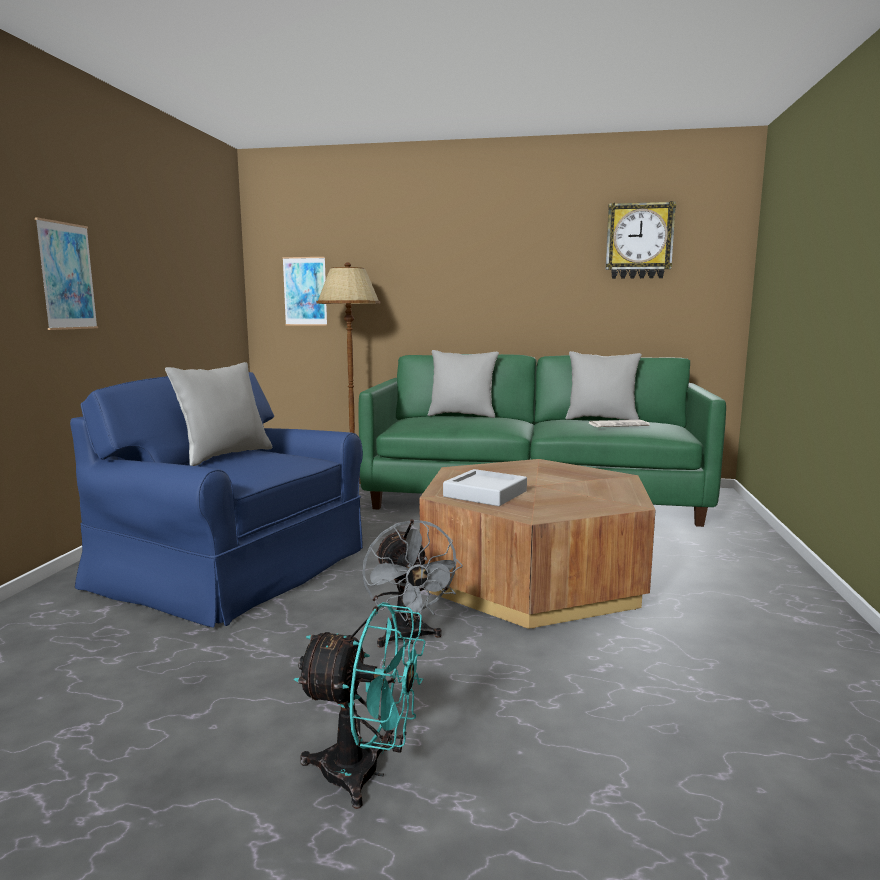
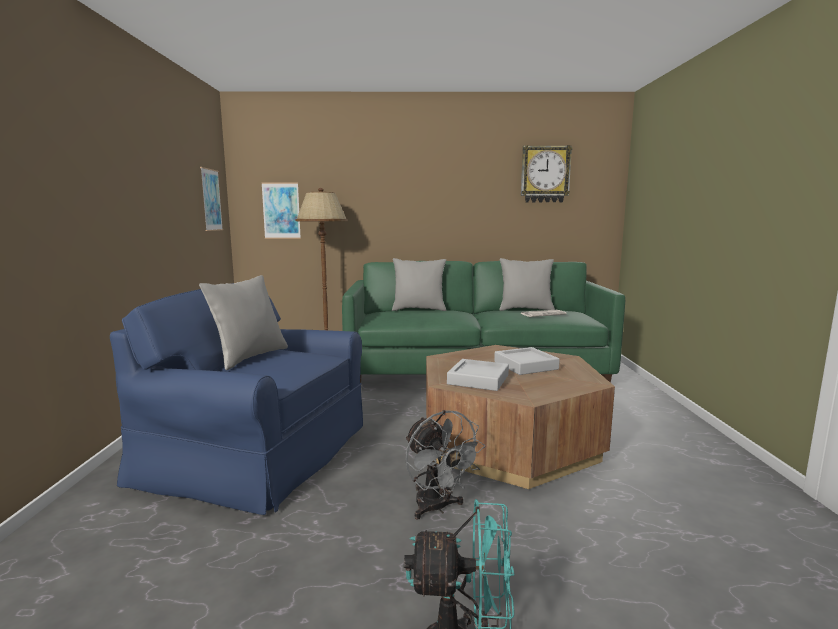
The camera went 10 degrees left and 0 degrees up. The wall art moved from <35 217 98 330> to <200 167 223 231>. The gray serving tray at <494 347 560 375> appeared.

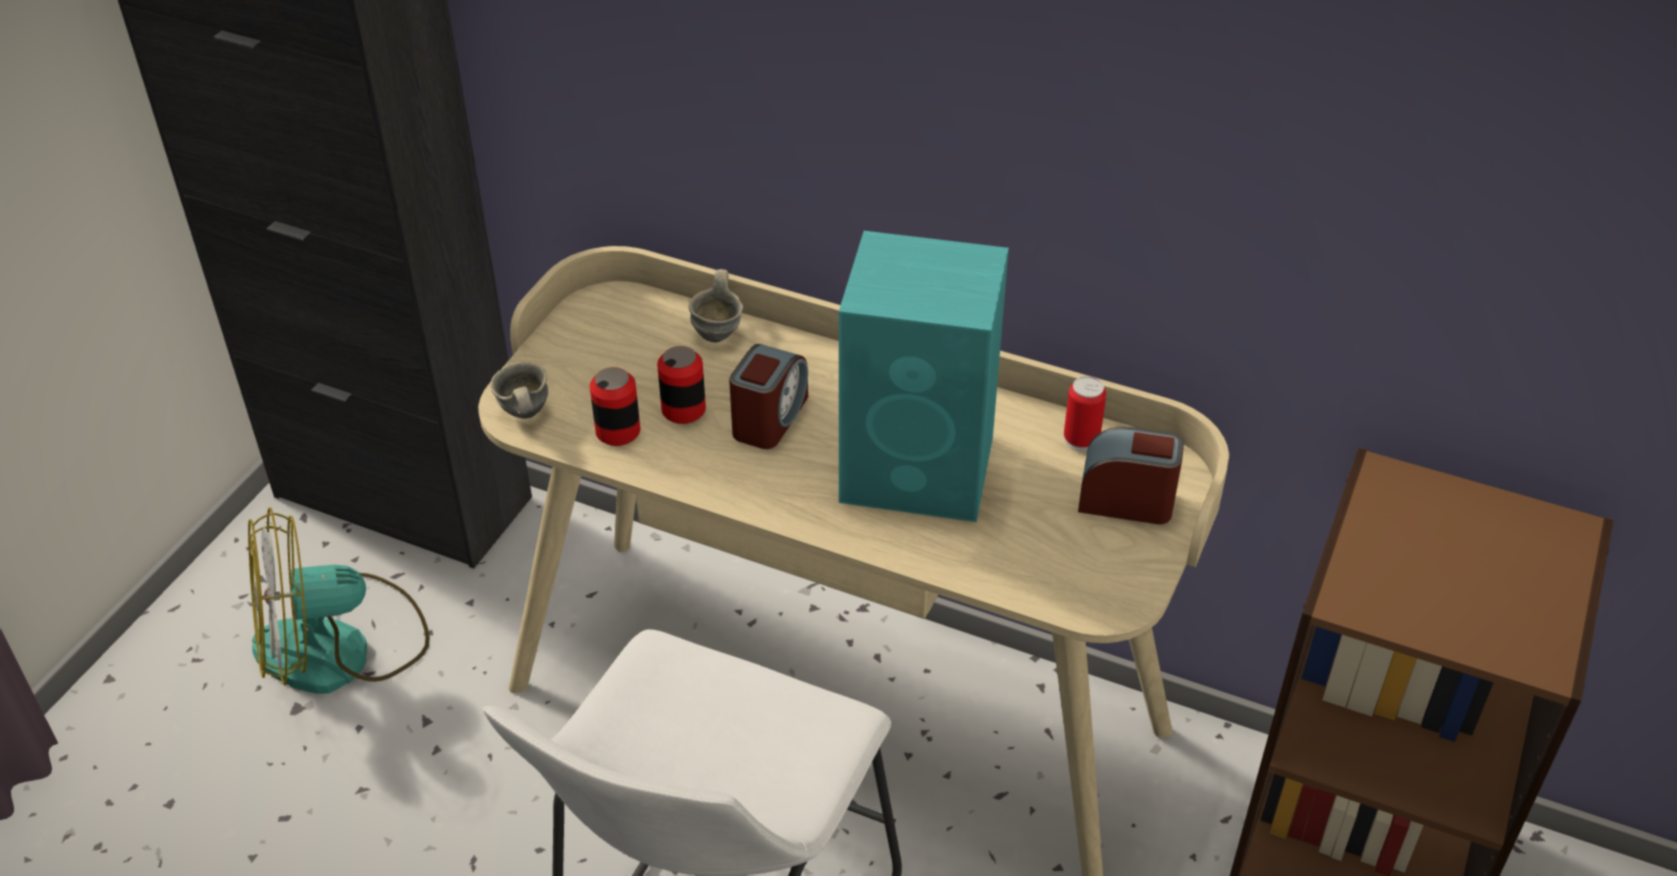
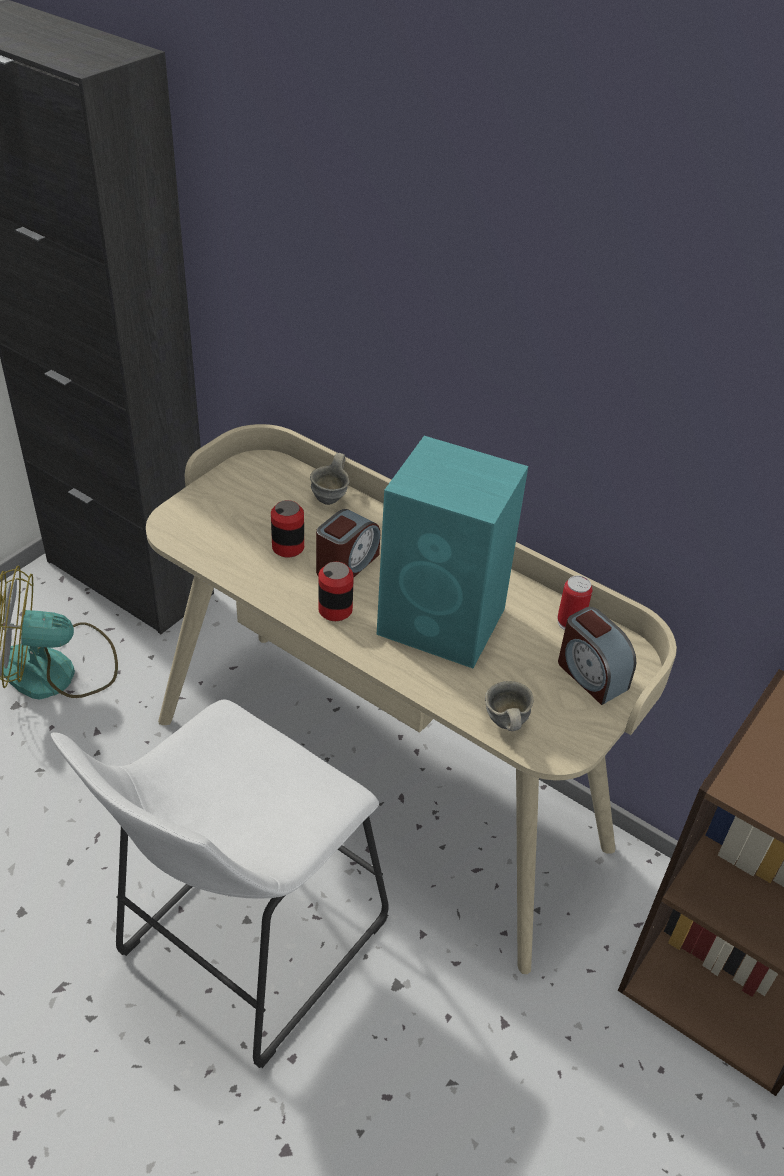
The camera went 10 degrees right and 0 degrees up. The can moved from <590 367 640 446> to <318 562 354 621>. The gray mug moved from <490 362 548 419> to <485 681 533 731>. The alarm clock at <1078 426 1184 524> turned 150 degrees counterclockwise.

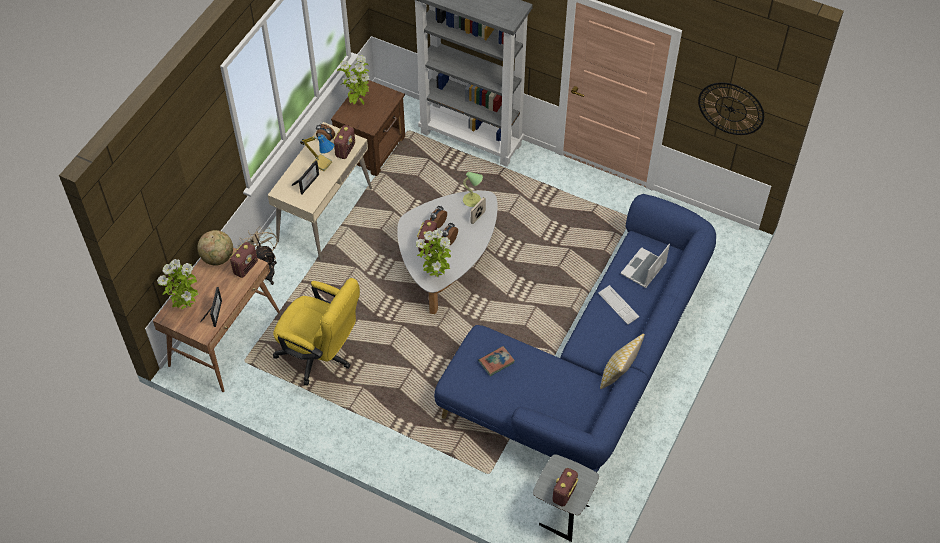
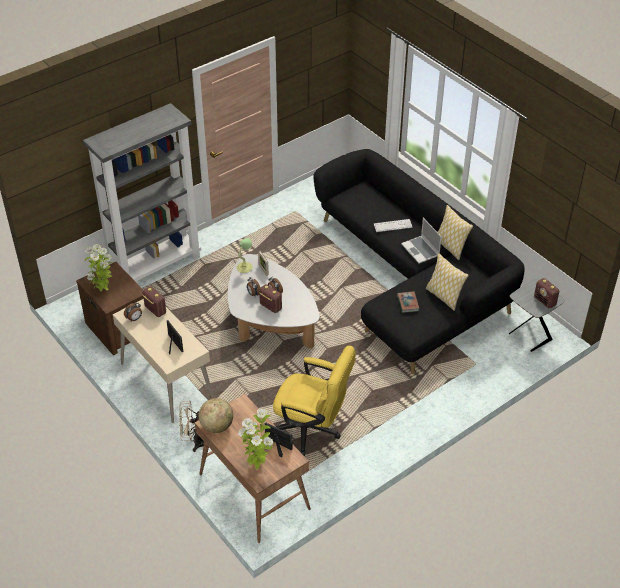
The camera went 65 degrees left and 10 degrees down. The yellow-coloured computer chair at <273 278 360 386> turned 60 degrees clockwise. The bluish couch at <434 194 716 472> became the blackish couch at <314 149 525 374>. The portable computer moved from <621 244 670 288> to <401 218 442 264>. The pillow at <426 253 469 311> appeared. The radio receiver at <230 242 258 278> disappeared. The lamp for a table at <300 135 335 172> disappeared. The houseplant at <416 229 451 277> disappeared. The wall clock at <698 82 764 135> disappeared.

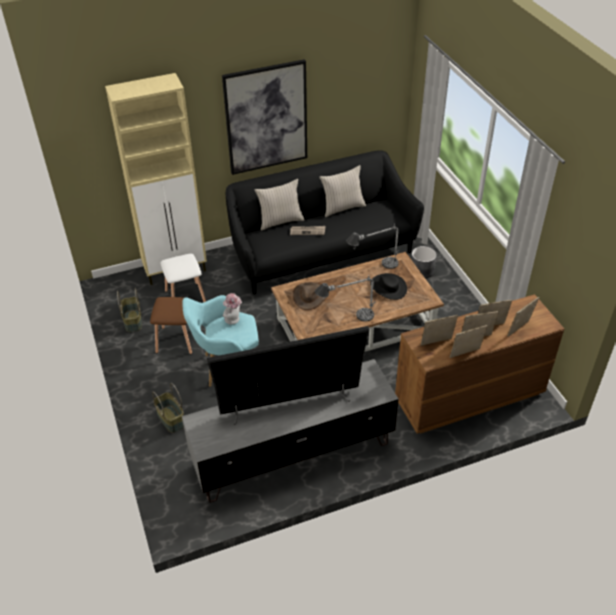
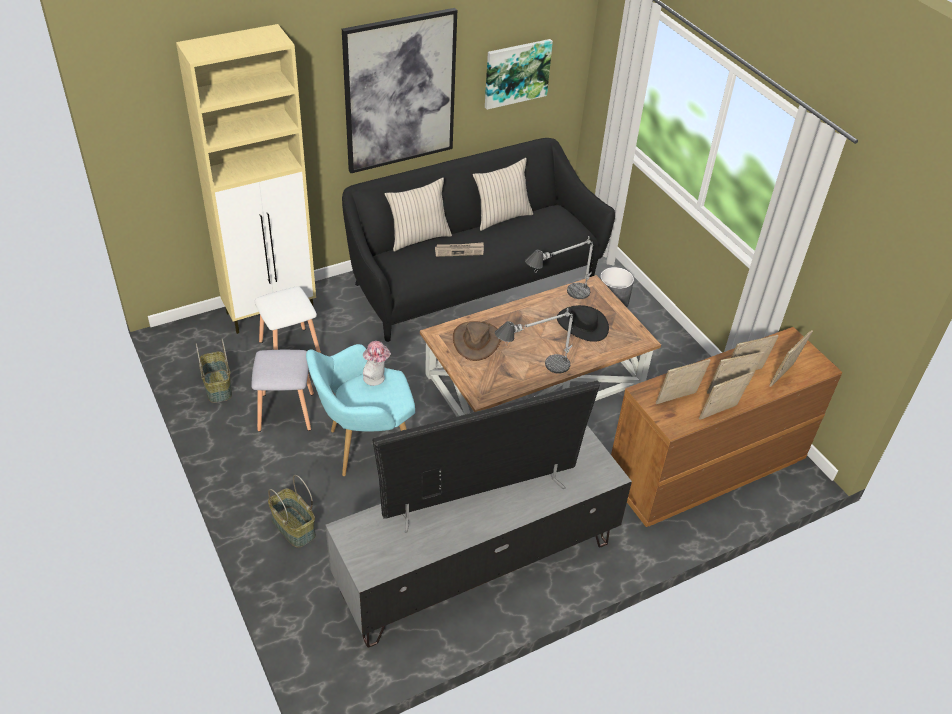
The camera went 10 degrees left and 0 degrees up. The brown sitting stool at <150 297 192 354> became the gray sitting stool at <251 350 314 432>. The wall art at <485 39 553 110> appeared.

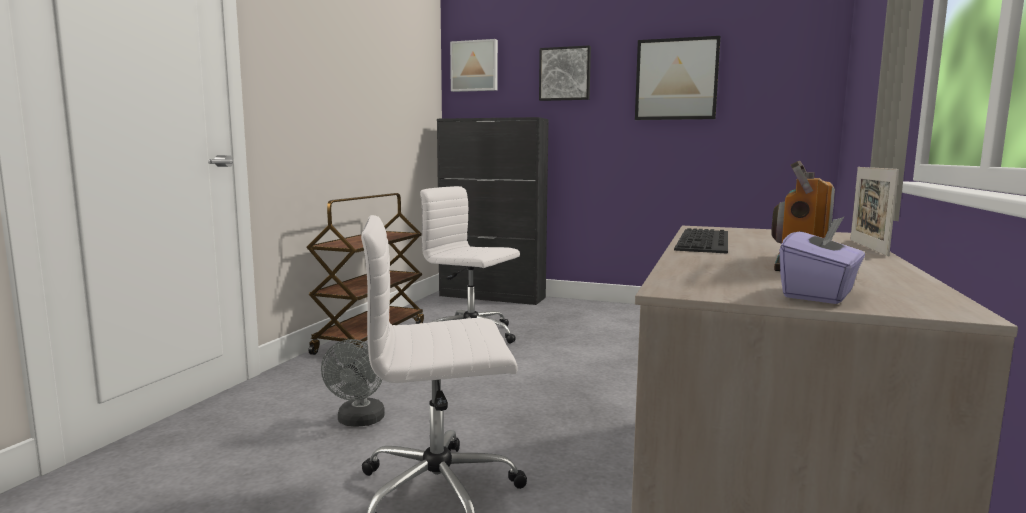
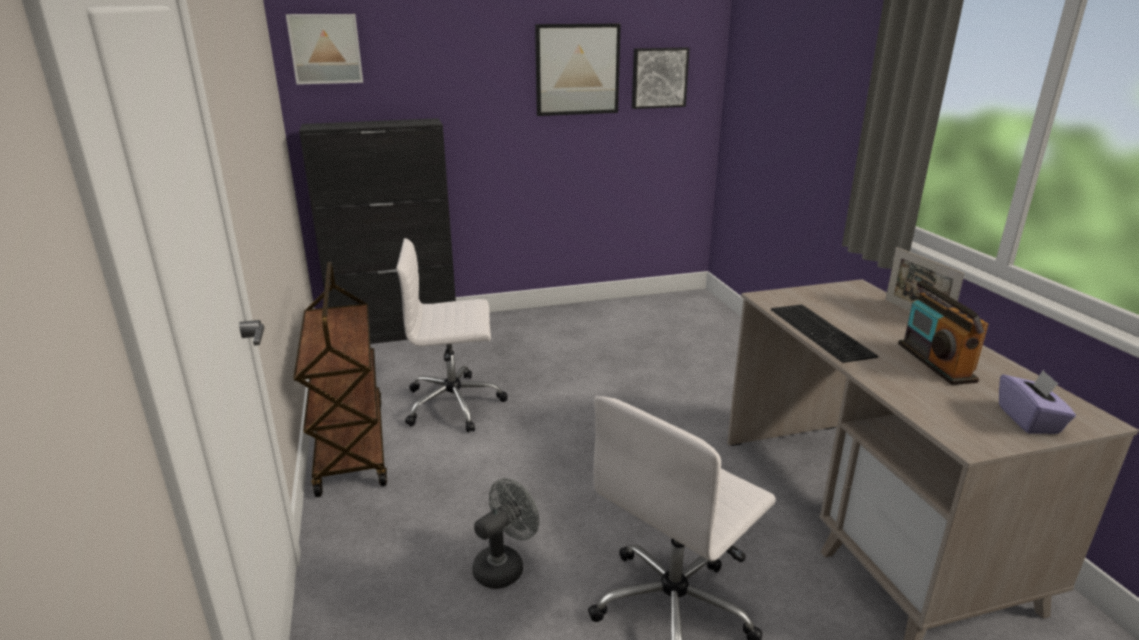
The camera went 35 degrees left and 15 degrees up. The gray electric fan at <321 339 385 426> turned 105 degrees counterclockwise. The wall art moved from <539 45 591 101> to <632 48 690 109>.

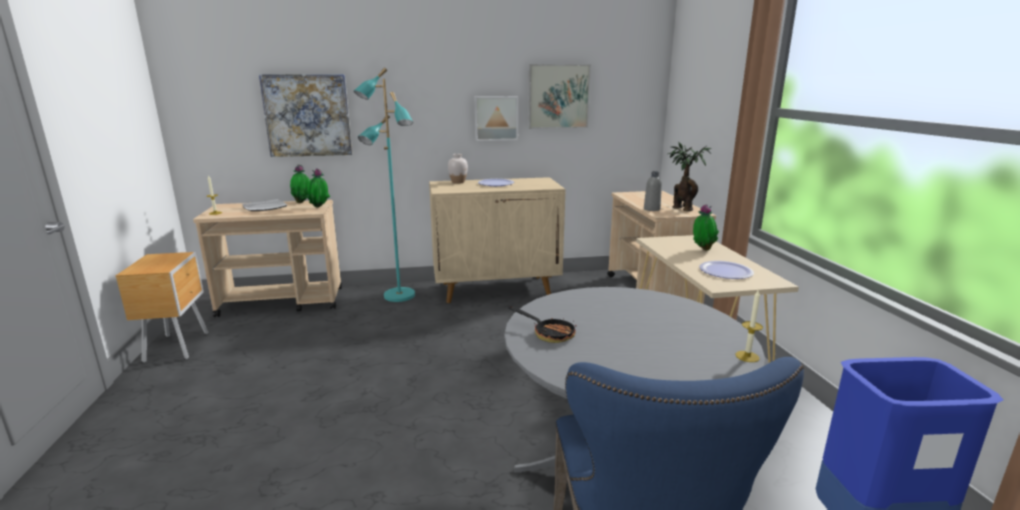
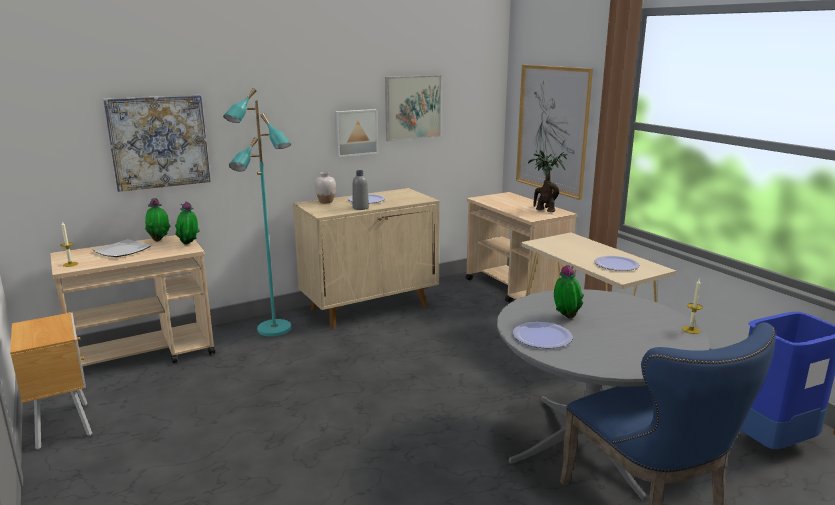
The camera went 20 degrees left and 0 degrees up. The gray drink bottle moved from <644 171 662 211> to <353 170 369 210>. The pan at <508 306 576 343> was replaced by the flat dish at <513 322 573 349>. The wall art at <516 65 593 200> appeared. The houseplant moved from <693 204 719 251> to <554 265 584 318>.

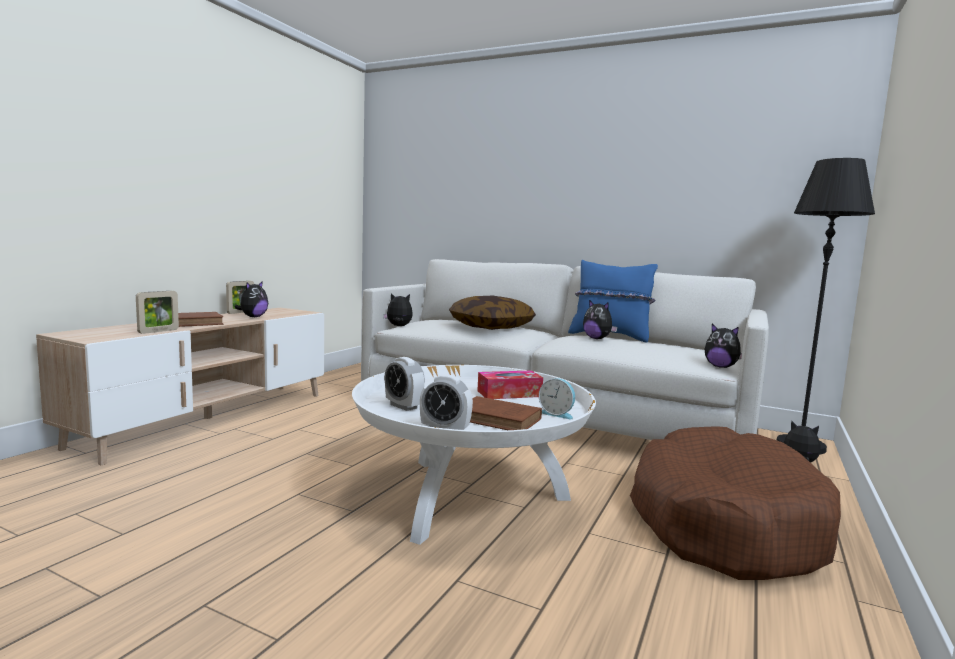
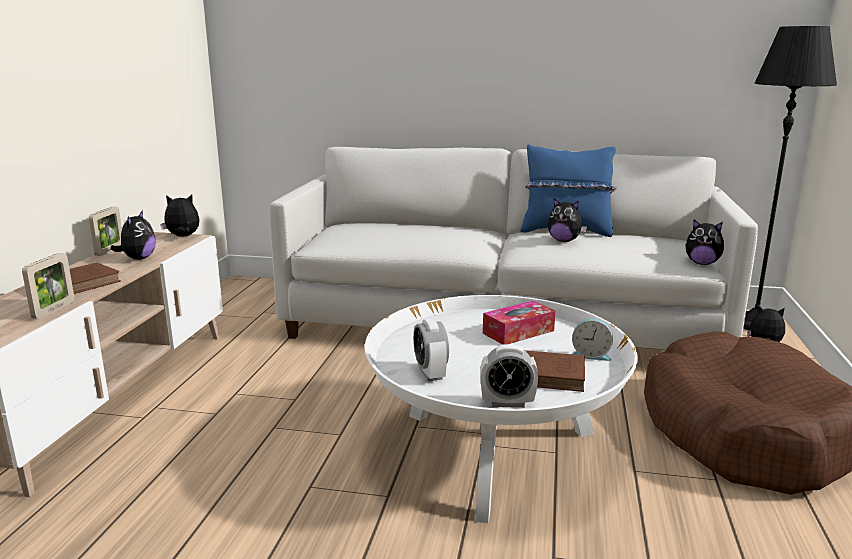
The camera went 15 degrees left and 10 degrees up. The plush toy moved from <383 293 413 326> to <160 194 199 237>. The alarm clock at <384 357 425 411> turned 45 degrees clockwise. The pillow at <449 296 536 330> disappeared.

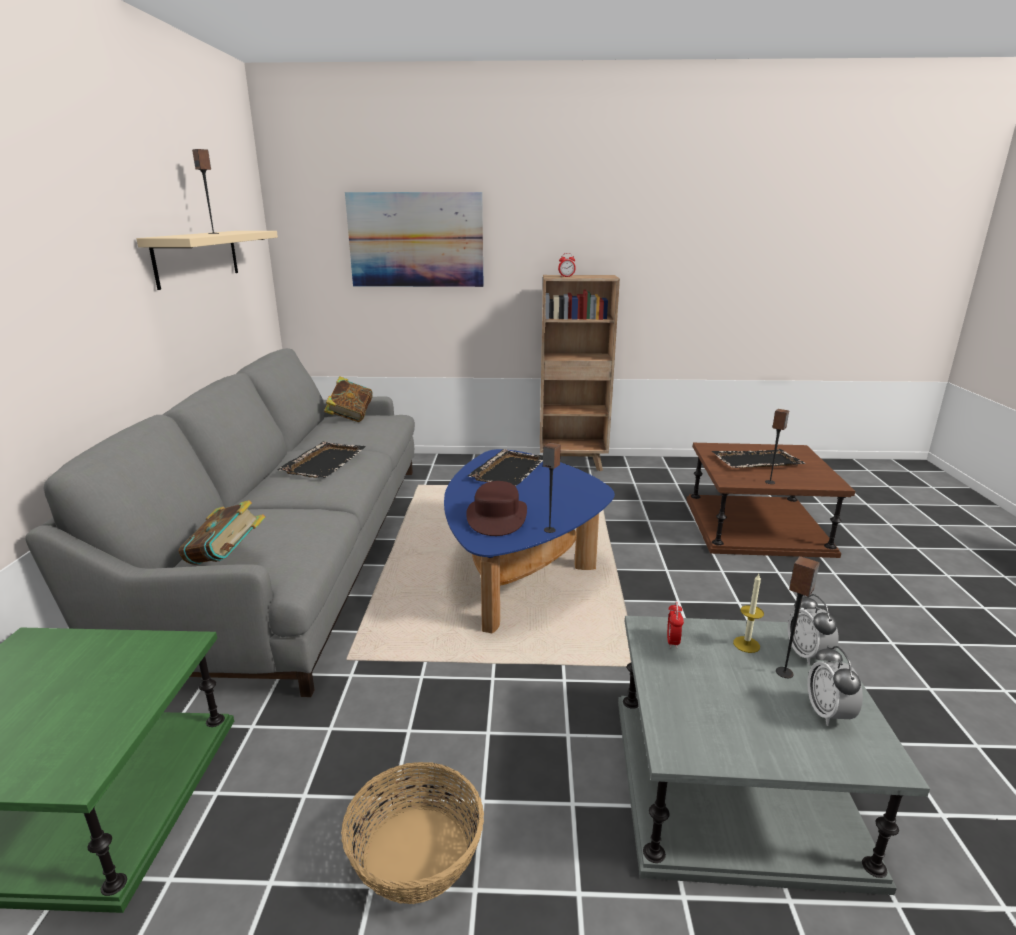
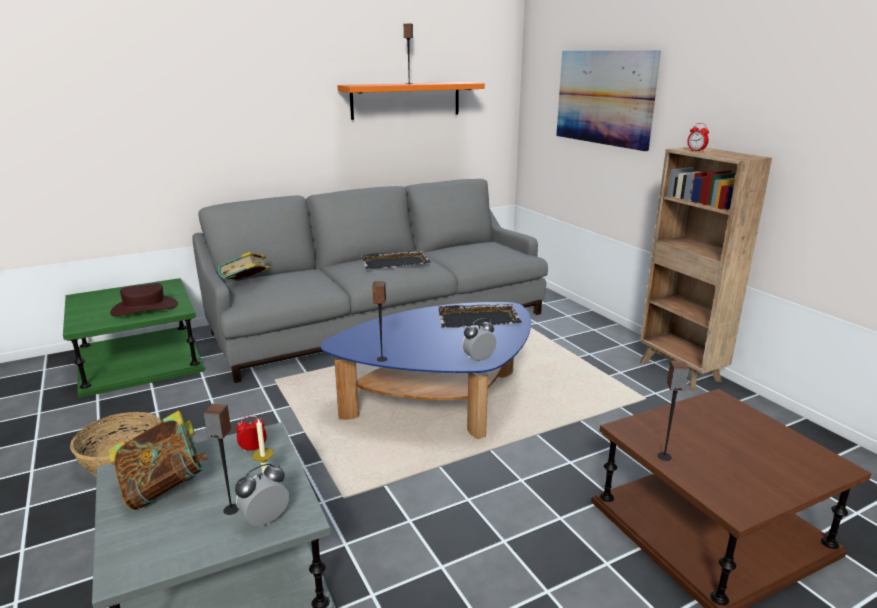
The camera went 60 degrees right and 0 degrees up. The book moved from <324 376 373 422> to <108 410 208 510>. The brown wearable hat moved from <466 481 527 536> to <110 283 178 316>. The beige shelf at <136 231 278 290> became the orange shelf at <337 82 485 120>. The alarm clock moved from <807 646 863 726> to <462 318 496 362>. The blackish serving tray at <711 449 806 468> disappeared.

